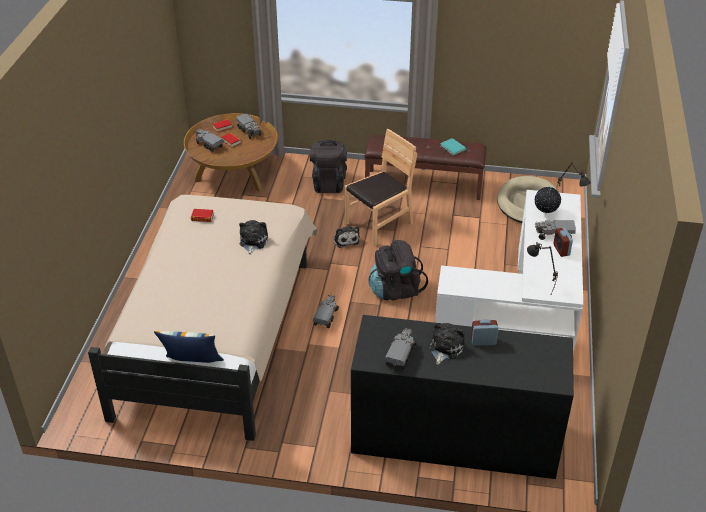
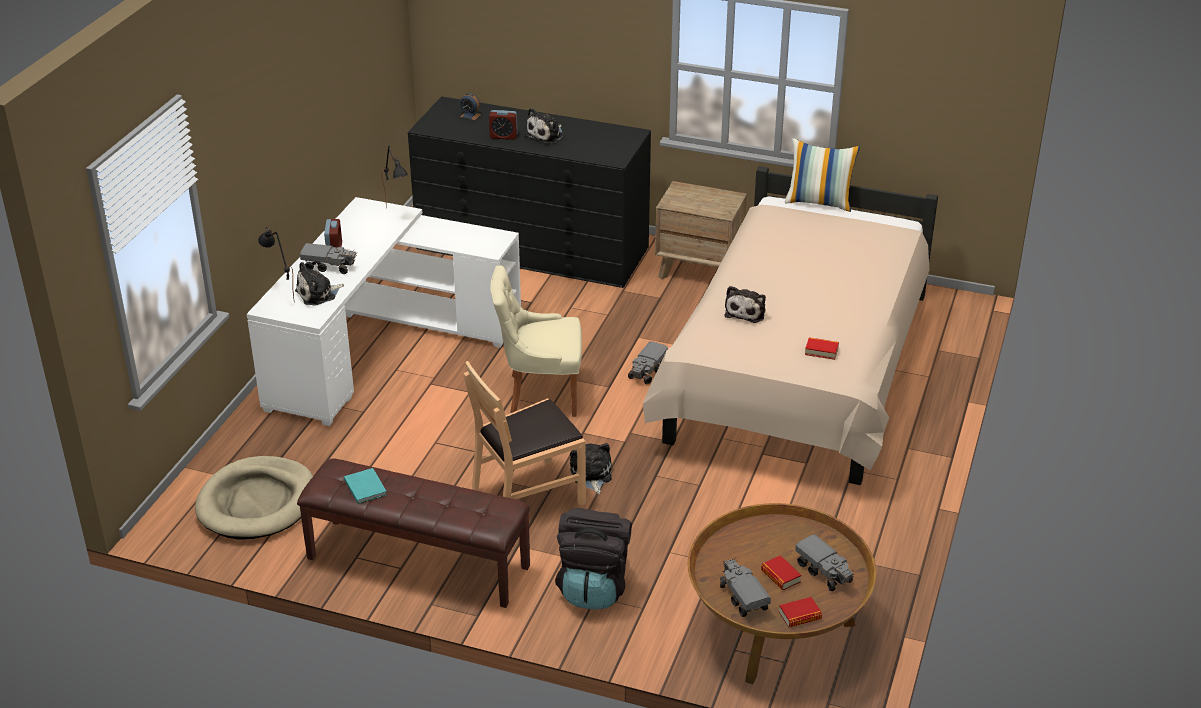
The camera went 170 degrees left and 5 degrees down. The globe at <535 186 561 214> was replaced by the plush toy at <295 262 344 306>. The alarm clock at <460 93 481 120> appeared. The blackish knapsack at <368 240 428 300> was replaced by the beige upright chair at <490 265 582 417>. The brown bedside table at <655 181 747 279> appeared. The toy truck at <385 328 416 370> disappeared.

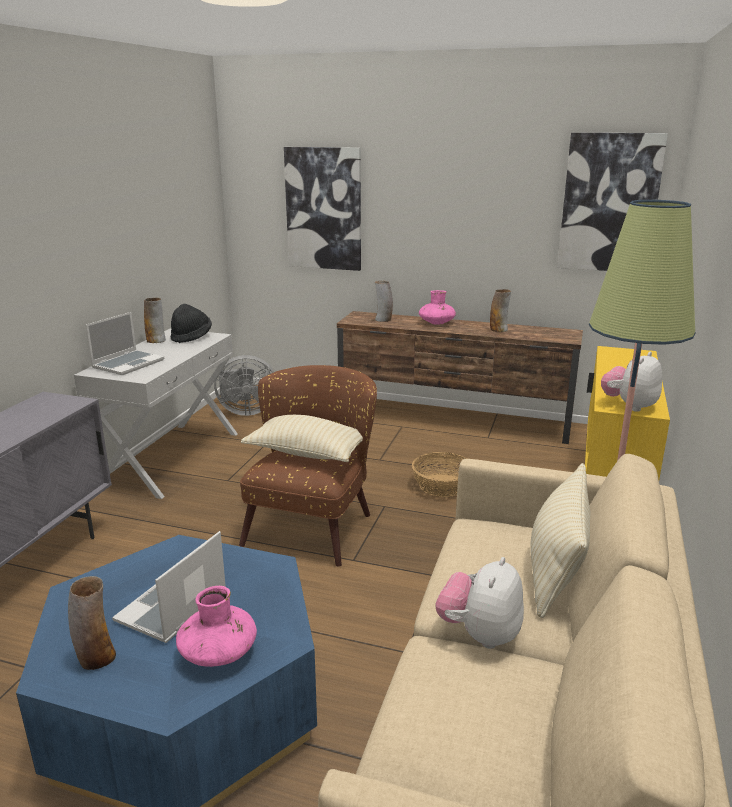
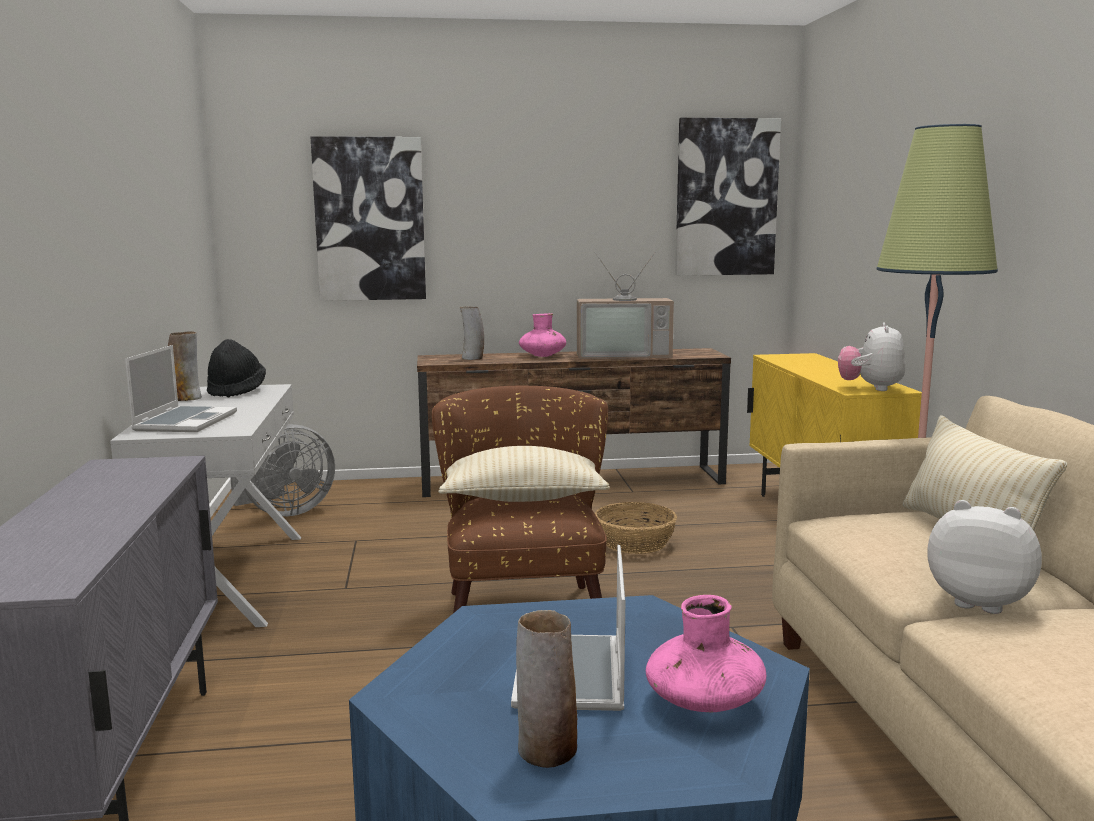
The camera went 25 degrees left and 10 degrees down. The vase at <490 289 511 332> was replaced by the television at <577 252 674 359>. The plush toy at <436 557 524 649> turned 120 degrees clockwise.

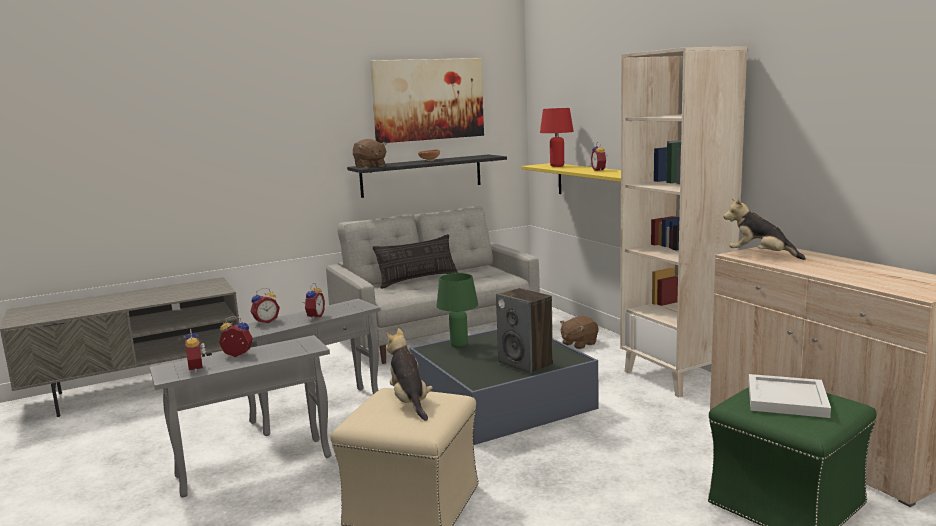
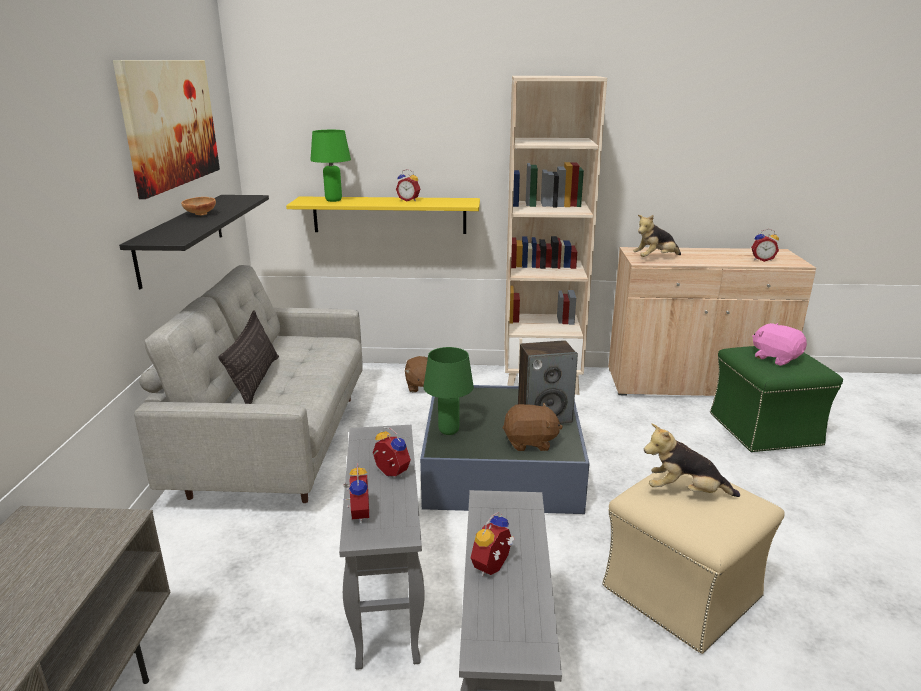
The camera went 60 degrees left and 10 degrees up. The red lamp for a table at <540 108 574 167> became the green lamp for a table at <310 130 351 202>. The brown plush toy moved from <353 139 387 168> to <503 403 563 451>. The alarm clock moved from <185 328 206 373> to <751 229 779 262>. The white serving tray at <748 374 831 418> was replaced by the pink plush toy at <752 323 807 366>.

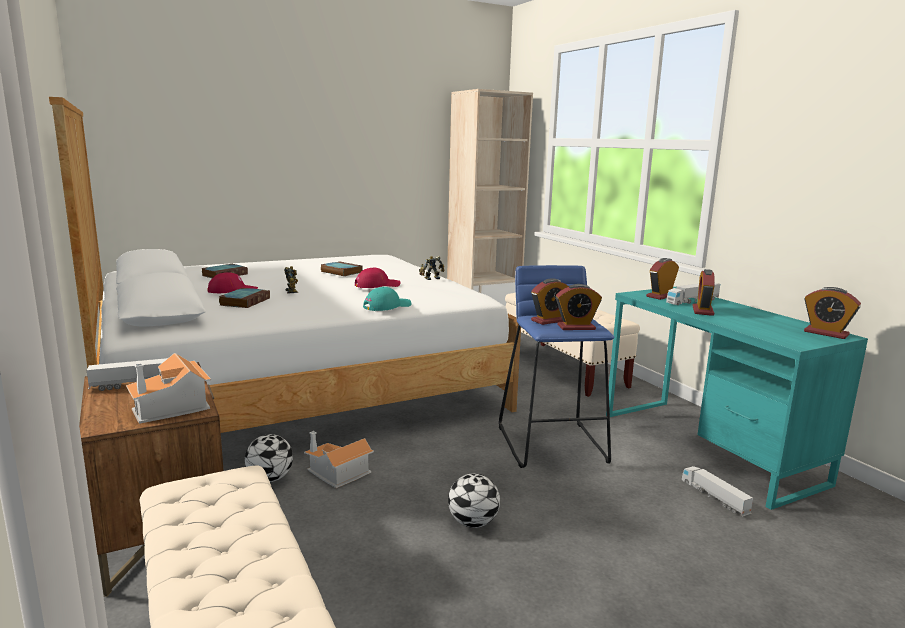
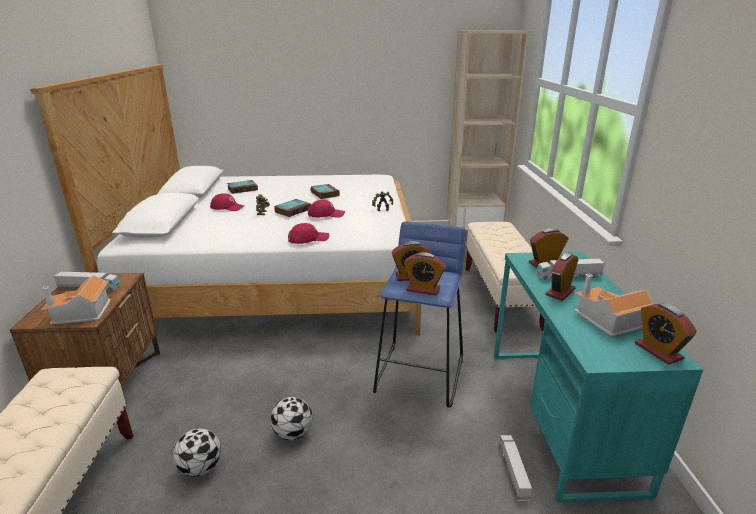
The camera went 25 degrees right and 10 degrees up. The football moved from <245 434 293 482> to <173 428 221 477>. The book moved from <219 288 270 308> to <274 199 311 217>. The turquoise-coloured cap at <363 287 411 311> became the red cap at <288 223 329 244>. The miniature house moved from <304 431 374 488> to <574 273 653 337>.

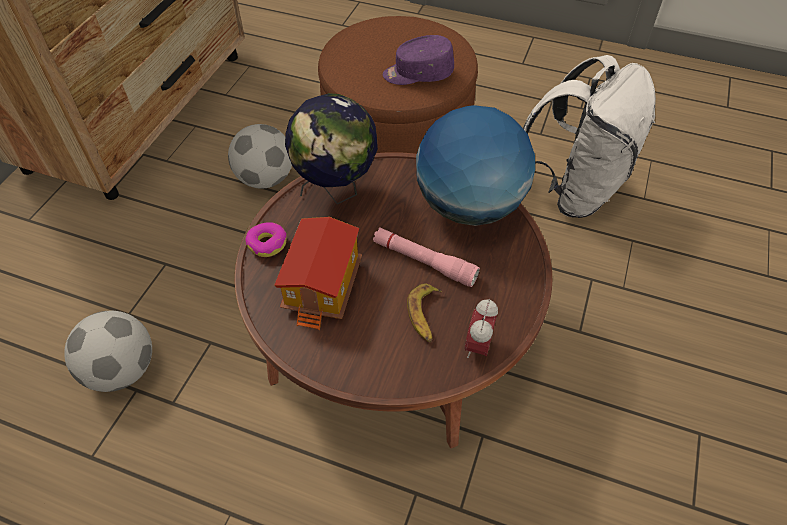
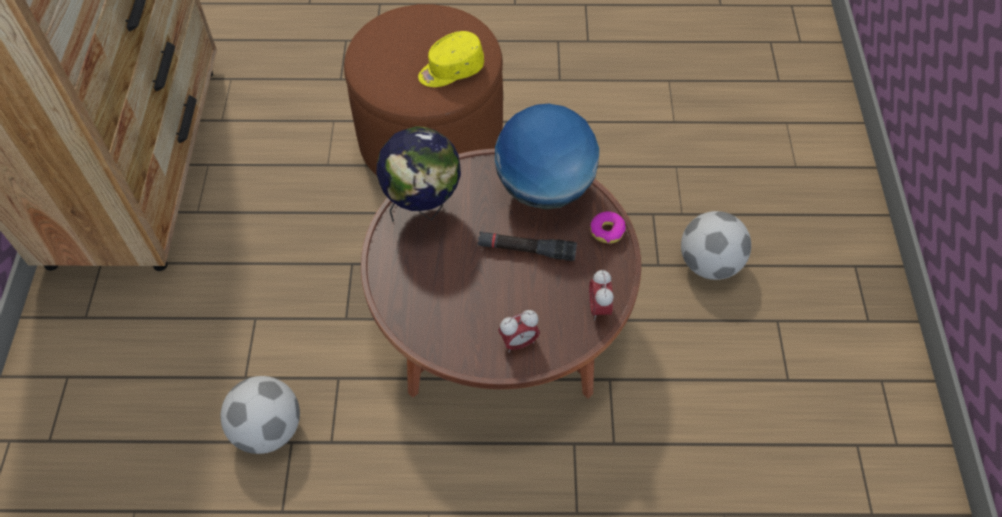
The camera went 20 degrees left and 5 degrees up. The purple cap at <383 35 454 85> became the yellow-coloured cap at <418 31 484 87>. The pink flashlight at <373 228 480 287> became the blackish flashlight at <478 232 577 261>. The alarm clock at <498 310 540 353> appeared. The doughnut moved from <245 222 287 257> to <590 211 626 244>. The football moved from <228 124 292 189> to <681 211 751 280>. The miniature house at <274 217 362 330> disappeared. The banana fruit at <407 284 442 342> disappeared. The white knapsack at <523 55 656 218> disappeared.

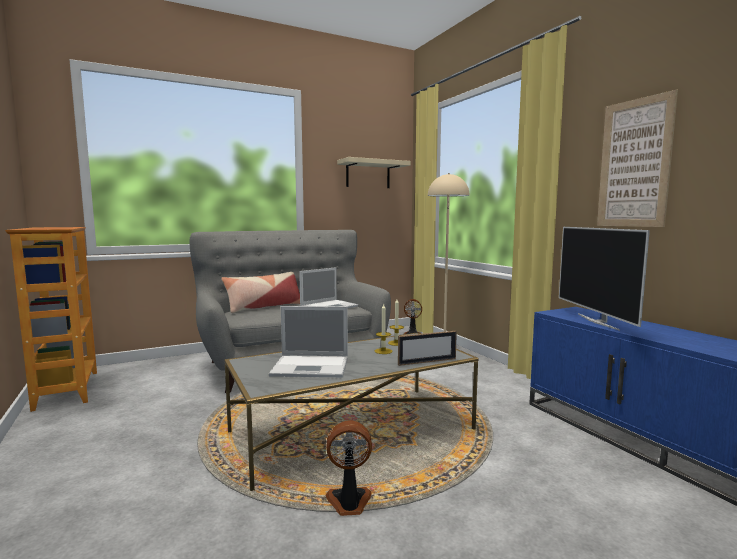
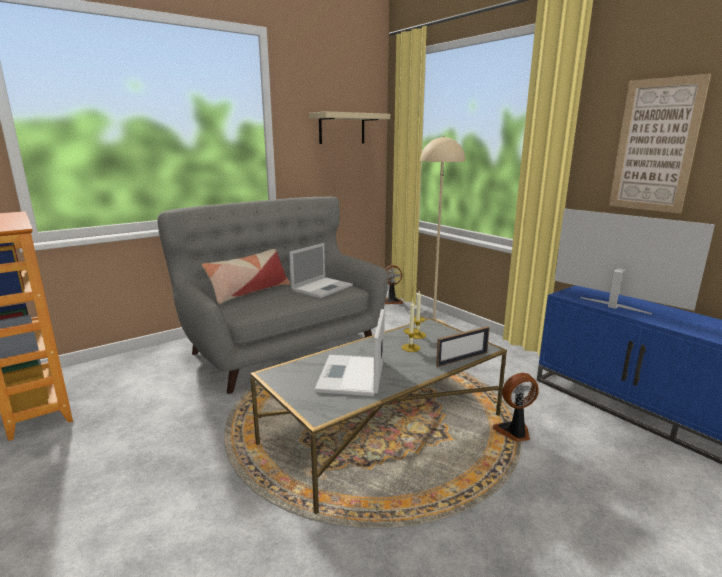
The camera went 10 degrees left and 10 degrees up. The portable computer at <269 306 348 377> turned 105 degrees clockwise. The electric fan moved from <326 420 372 516> to <493 373 539 442>. The television at <559 227 650 331> turned 150 degrees clockwise.

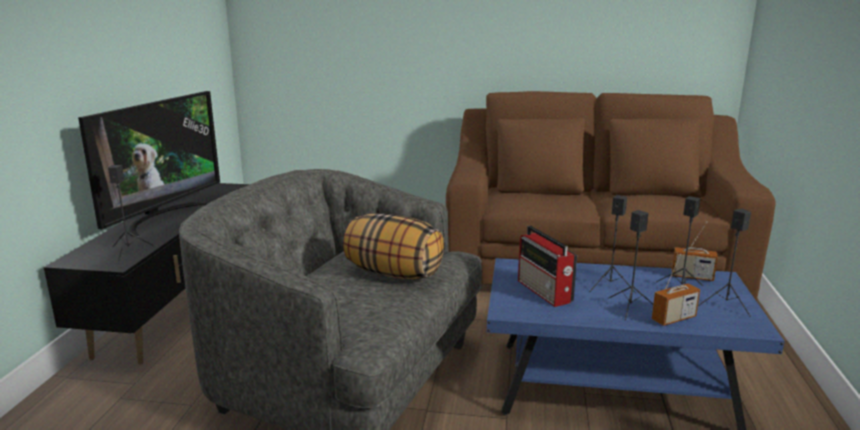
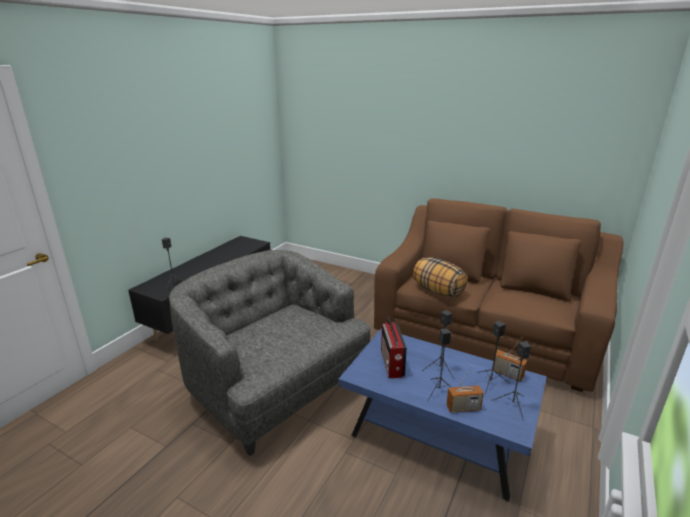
The camera went 20 degrees right and 5 degrees up. The pillow moved from <343 213 444 280> to <413 257 468 297>. The television at <78 91 220 238> disappeared.

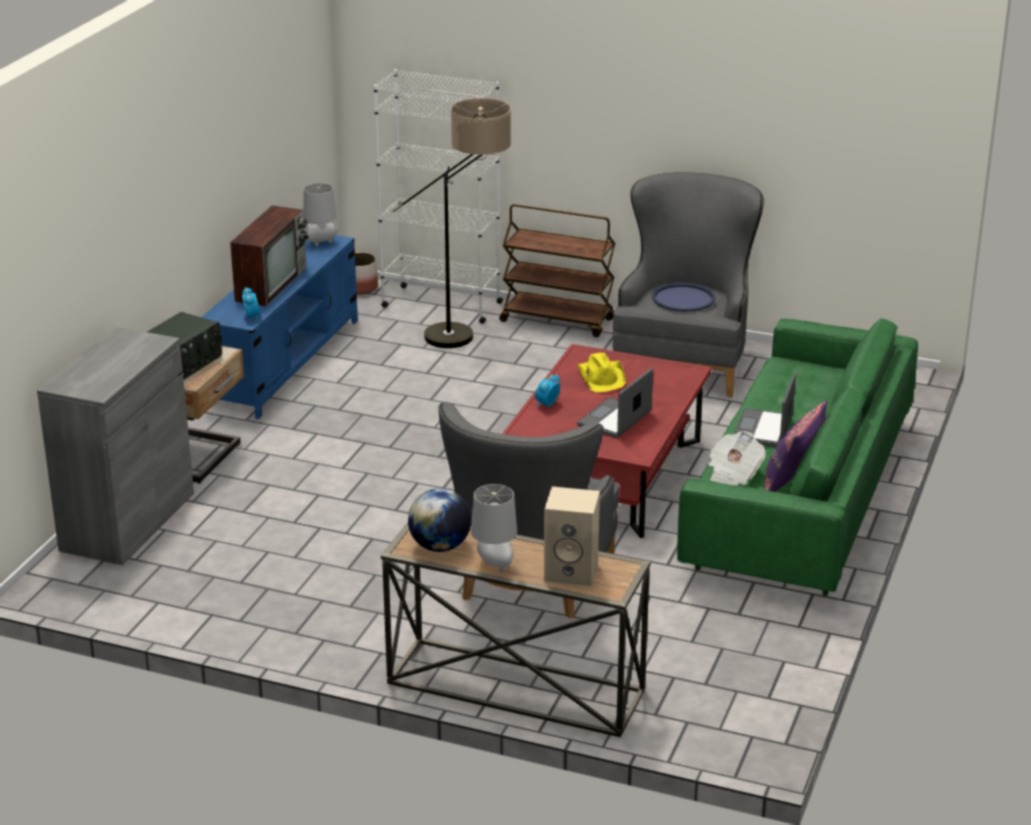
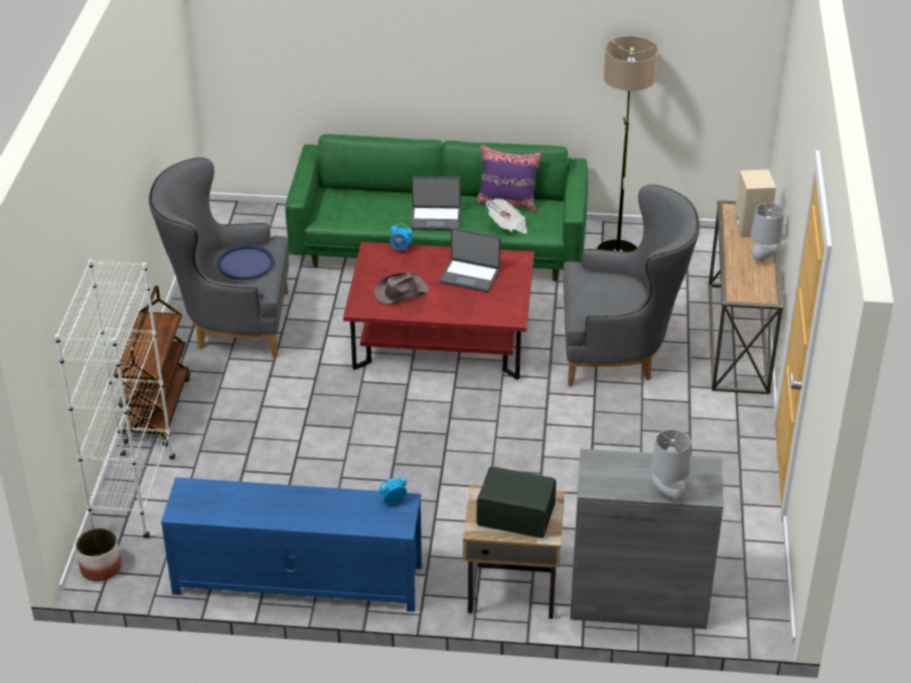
The camera went 105 degrees left and 10 degrees up. The yellow-coloured wearable hat at <577 353 626 392> became the brown wearable hat at <374 273 429 304>. The alarm clock moved from <535 374 560 408> to <390 223 413 252>. The floor lamp moved from <392 98 511 348> to <597 36 658 252>. The gray lamp for a table moved from <303 183 338 247> to <650 429 691 500>. The television at <230 206 309 306> disappeared. The globe at <408 489 471 552> disappeared.

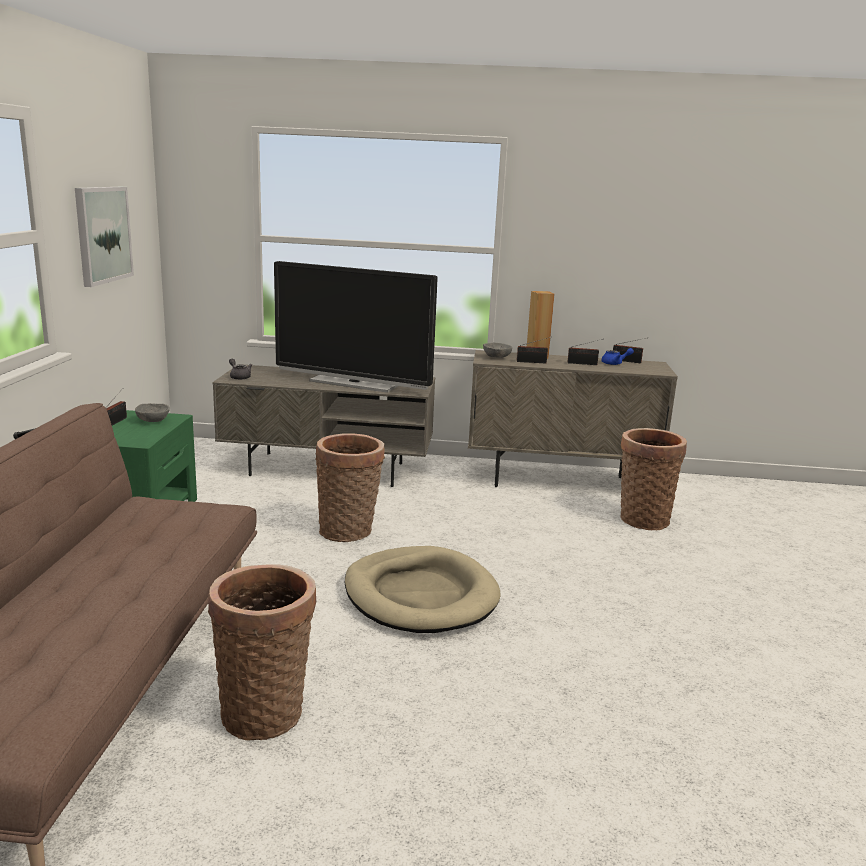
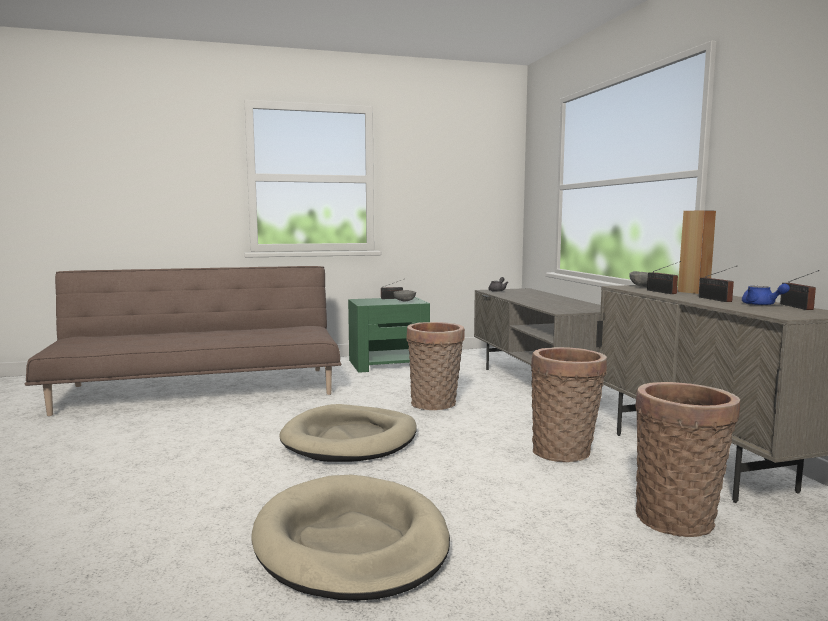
The camera went 70 degrees right and 10 degrees down. The beige pet bed at <251 475 450 601> appeared. The household basket moved from <208 564 316 741> to <531 347 607 462>. The wall art at <75 187 134 287> disappeared. The television at <274 261 438 393> disappeared.

